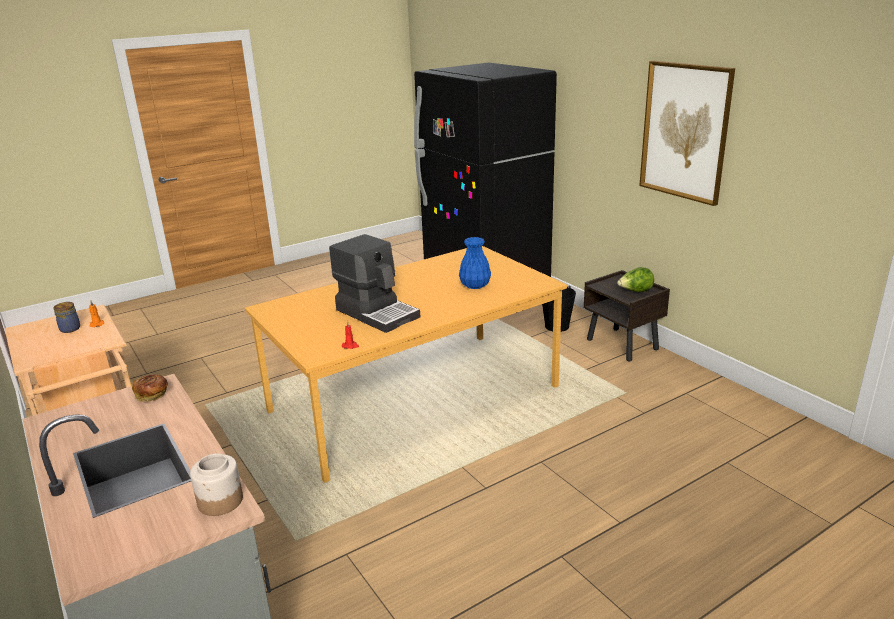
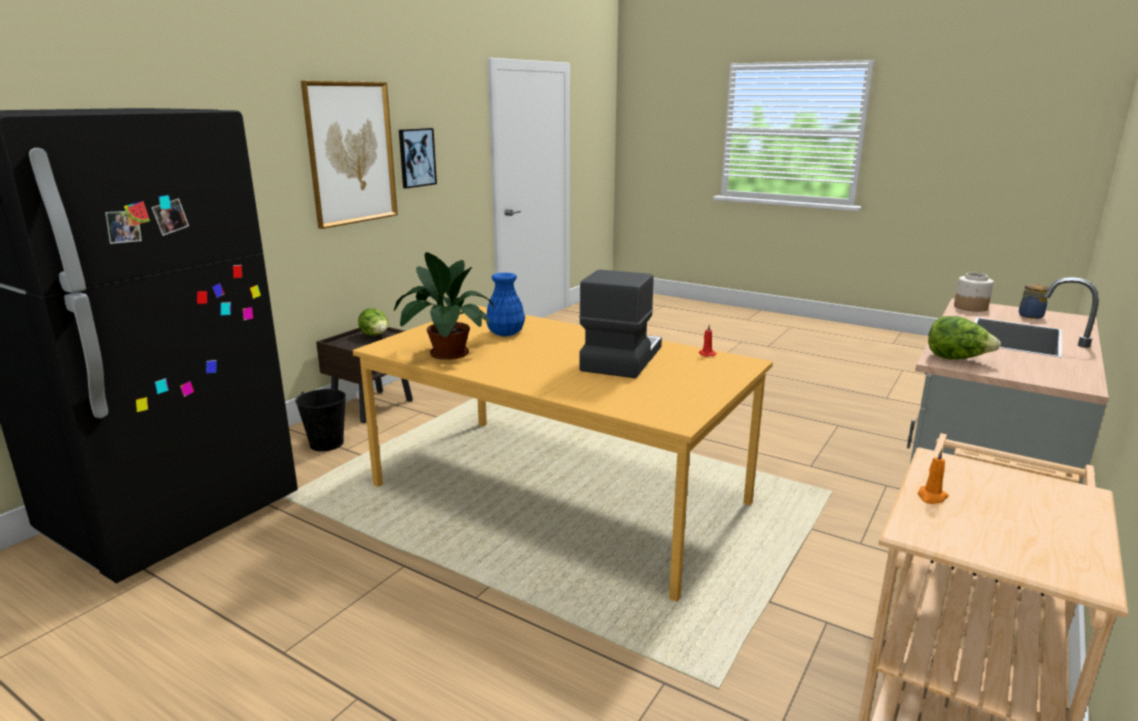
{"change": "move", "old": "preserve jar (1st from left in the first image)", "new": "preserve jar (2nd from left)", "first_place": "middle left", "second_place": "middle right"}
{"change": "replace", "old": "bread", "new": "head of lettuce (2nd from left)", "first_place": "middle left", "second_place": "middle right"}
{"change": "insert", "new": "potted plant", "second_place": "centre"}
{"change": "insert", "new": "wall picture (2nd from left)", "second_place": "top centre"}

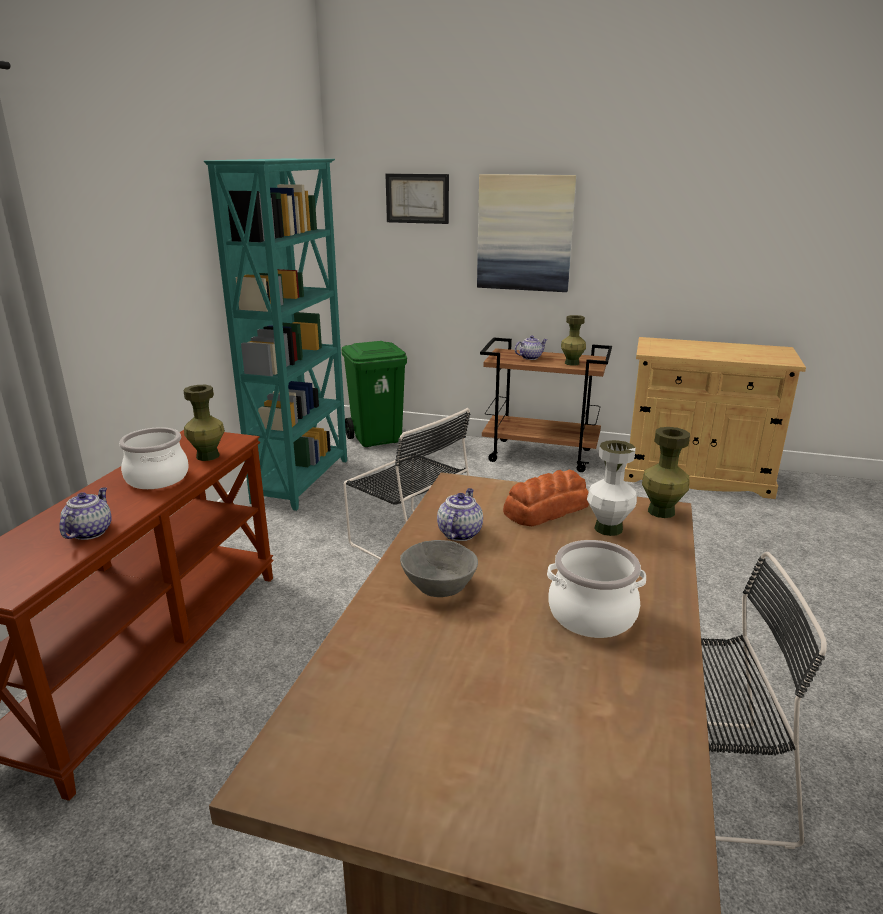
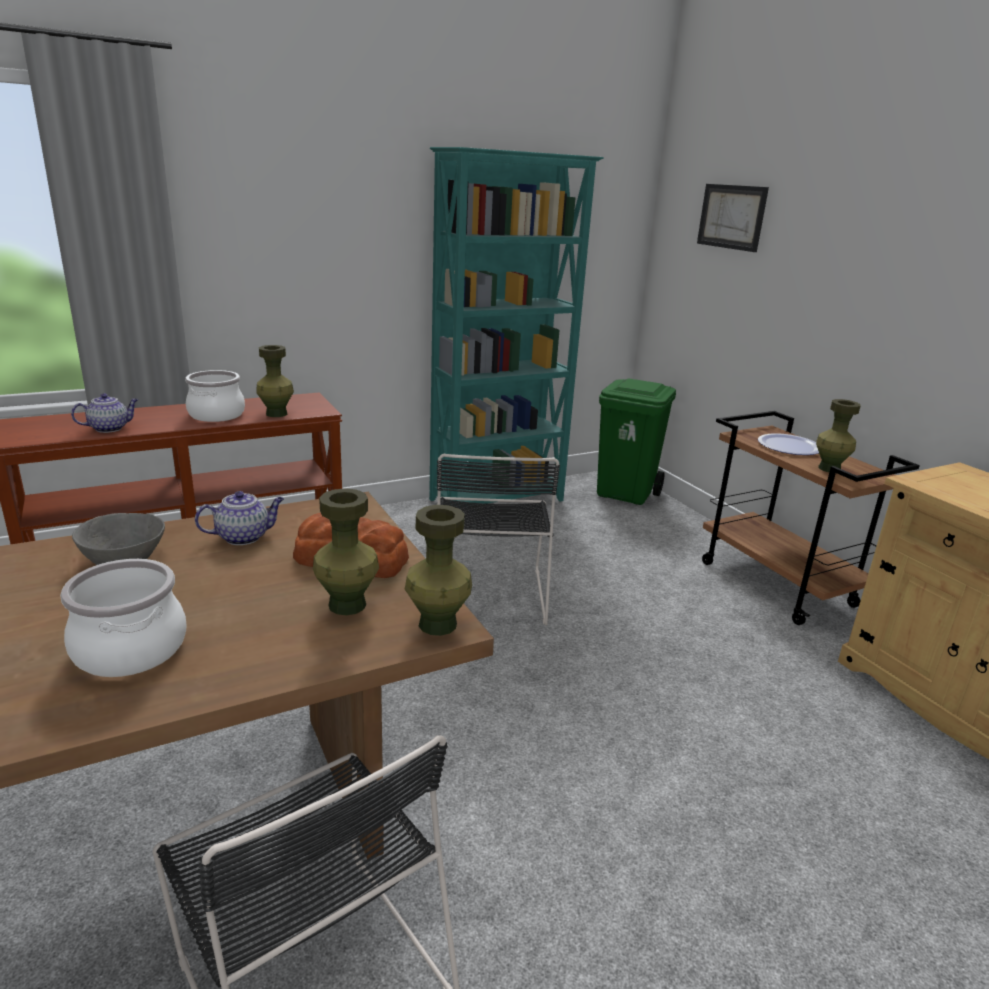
{"change": "delete", "old": "wall picture (2nd from left)", "first_place": "top centre"}
{"change": "replace", "old": "teapot (3rd from left)", "new": "flat dish", "first_place": "centre", "second_place": "middle right"}
{"change": "recolor", "old": "white vase", "new": "green vase (2nd from left)", "first_place": "middle right", "second_place": "centre"}

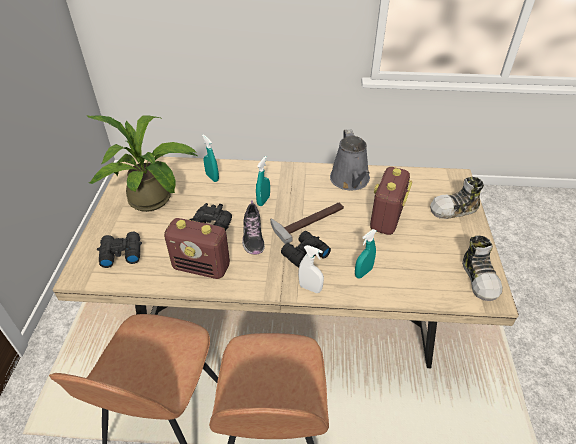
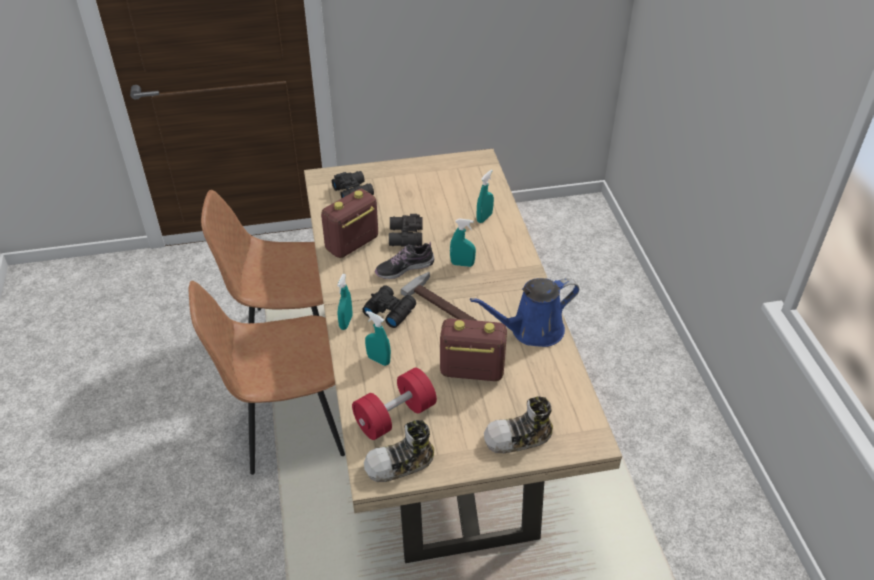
{"change": "delete", "old": "potted plant", "first_place": "middle left"}
{"change": "rotate", "old": "radio (1st from left)", "first_place": "centre", "second_place": "centre", "degrees": 45}
{"change": "recolor", "old": "white sprayer", "new": "blue-green sprayer (1st from left)", "first_place": "centre", "second_place": "centre"}
{"change": "recolor", "old": "greyish watering pot", "new": "bluish watering pot", "first_place": "centre", "second_place": "centre"}
{"change": "rotate", "old": "item of footwear (2nd from left in the first image)", "first_place": "middle right", "second_place": "bottom centre", "degrees": -75}
{"change": "insert", "new": "red-coloured dumbbell", "second_place": "bottom centre"}

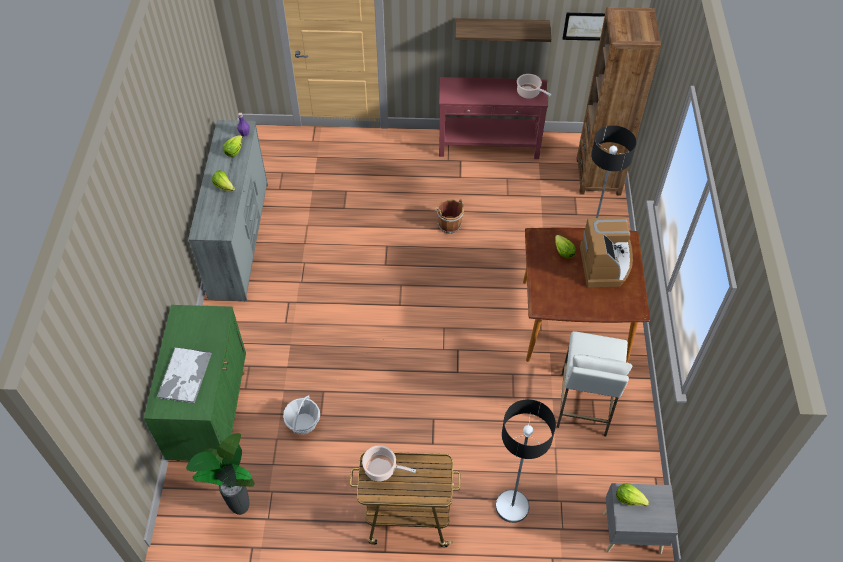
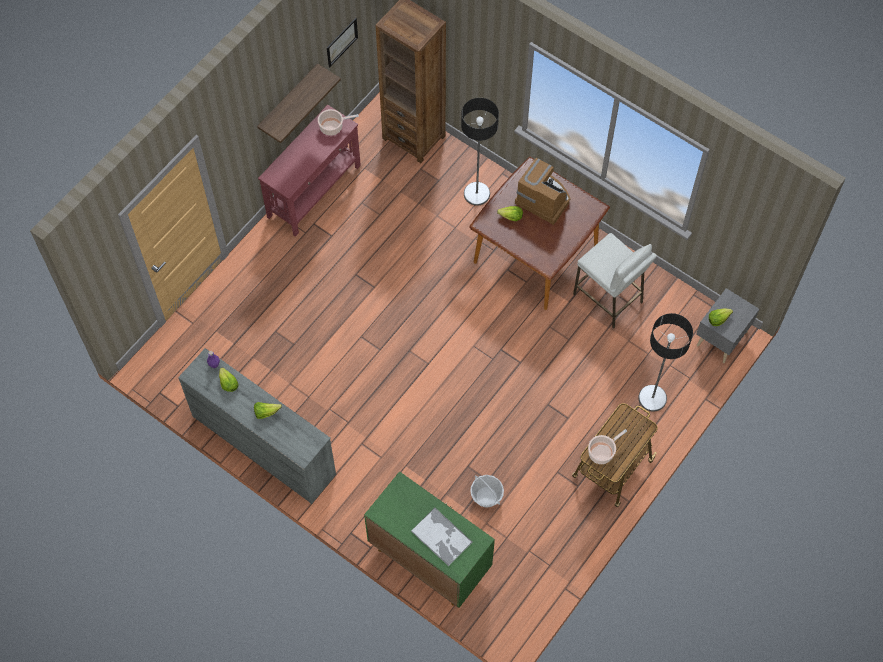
{"change": "delete", "old": "potted plant", "first_place": "bottom left"}
{"change": "delete", "old": "brown-coloured pail", "first_place": "centre"}

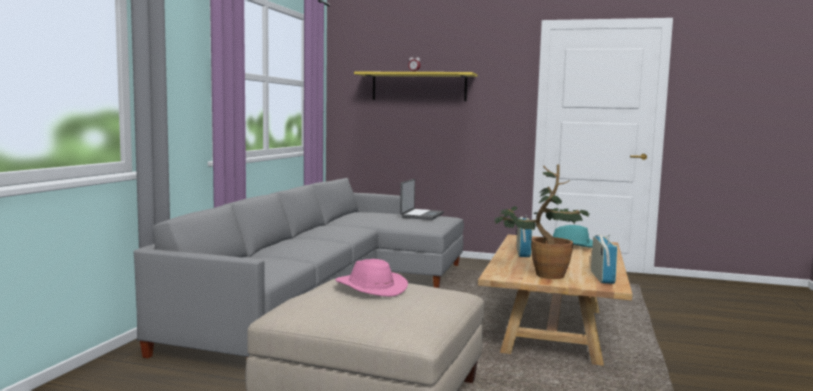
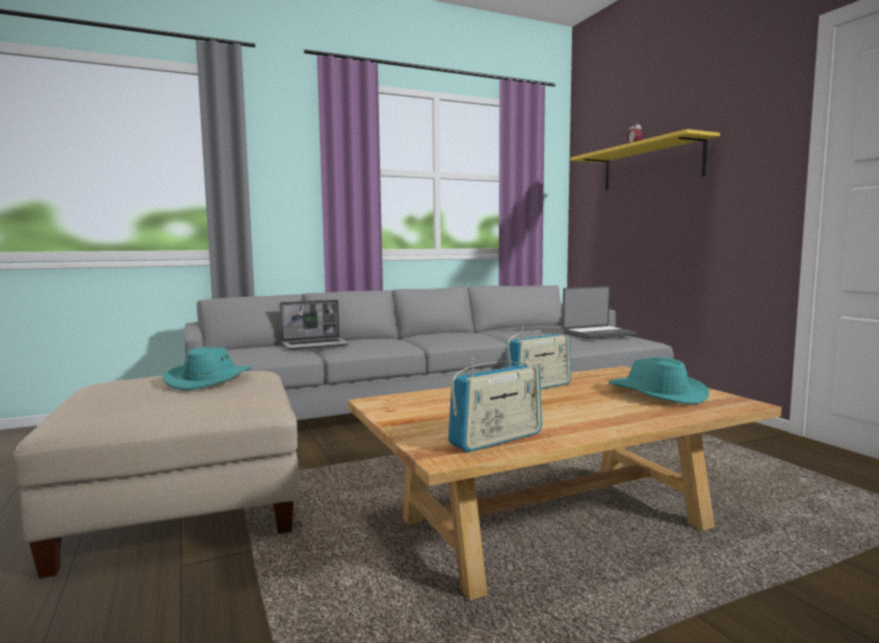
{"change": "recolor", "old": "pink clothing hat", "new": "blue-green clothing hat (1st from left)", "first_place": "bottom centre", "second_place": "middle left"}
{"change": "delete", "old": "potted plant", "first_place": "middle right"}
{"change": "insert", "new": "portable computer (1st from left)", "second_place": "centre"}

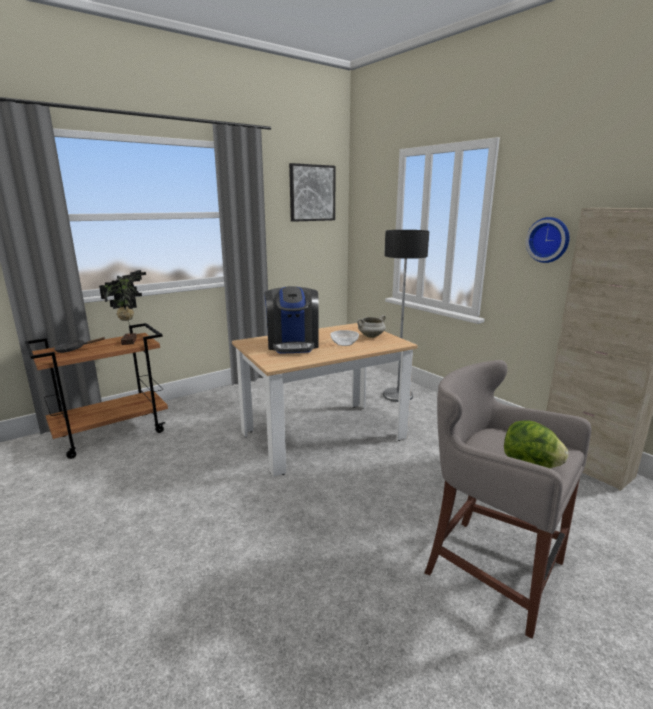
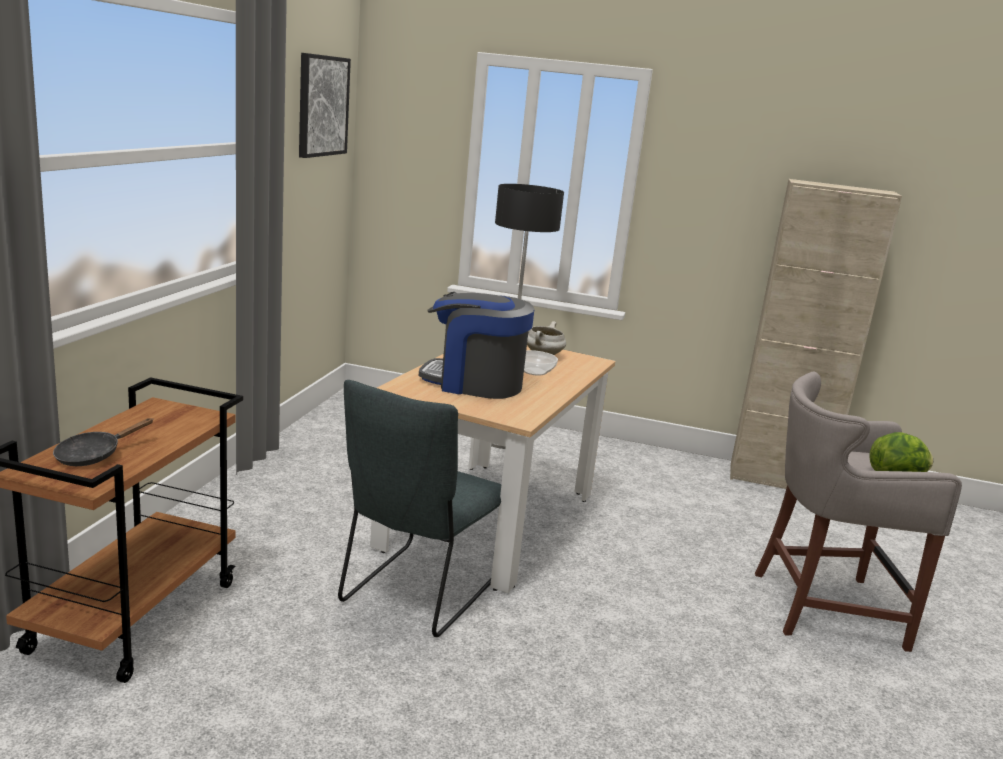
{"change": "delete", "old": "potted plant", "first_place": "middle left"}
{"change": "rotate", "old": "coffee machine", "first_place": "centre", "second_place": "centre", "degrees": 150}
{"change": "delete", "old": "hanging clock", "first_place": "middle right"}
{"change": "insert", "new": "greyish chair", "second_place": "bottom centre"}

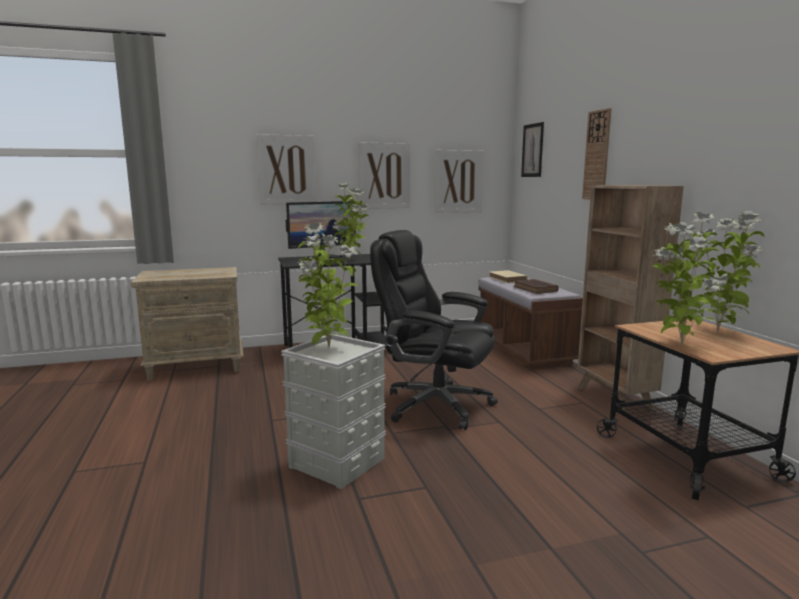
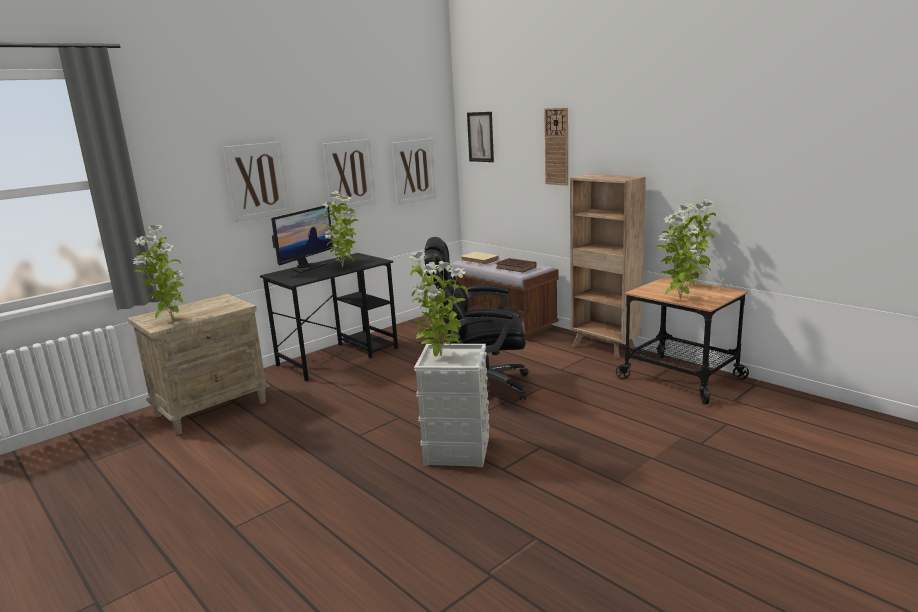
{"change": "insert", "new": "potted plant (1st from left)", "second_place": "middle left"}

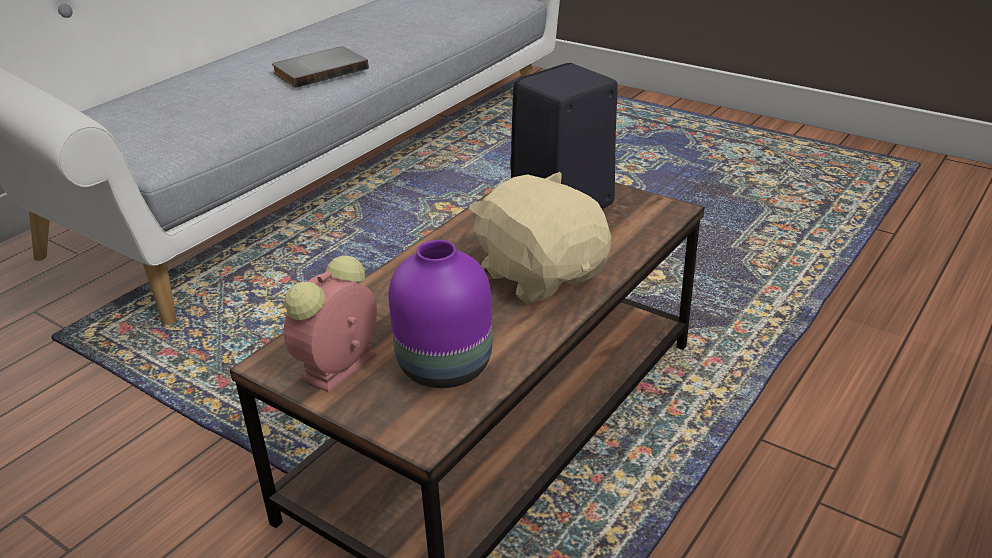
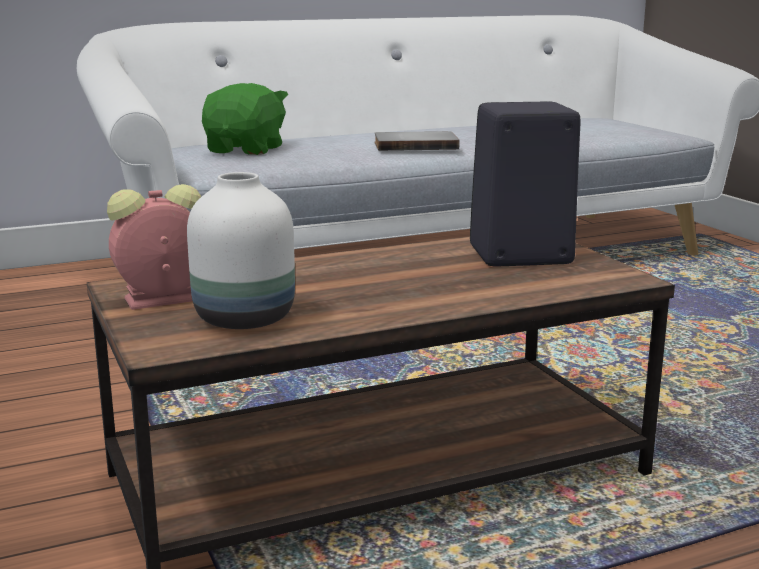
{"change": "recolor", "old": "purple-coloured vase", "new": "white vase", "first_place": "centre", "second_place": "middle left"}
{"change": "delete", "old": "beige soft toy", "first_place": "centre"}
{"change": "insert", "new": "green soft toy", "second_place": "top left"}

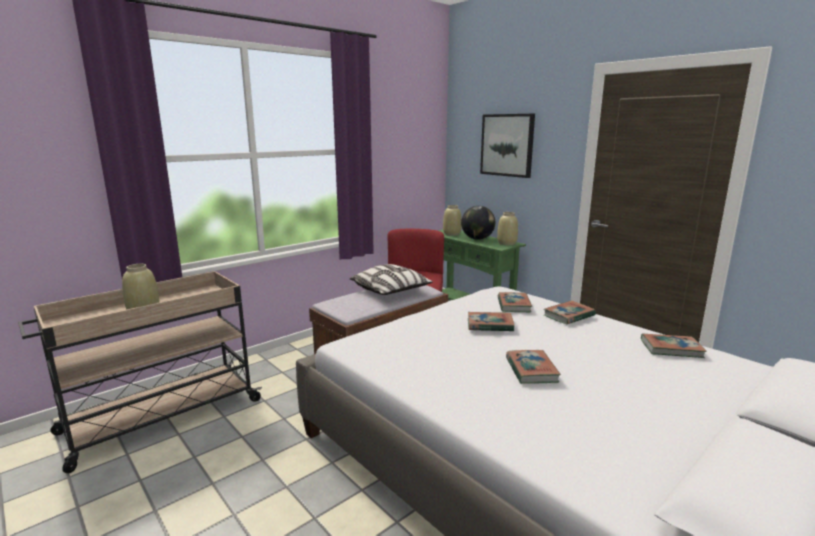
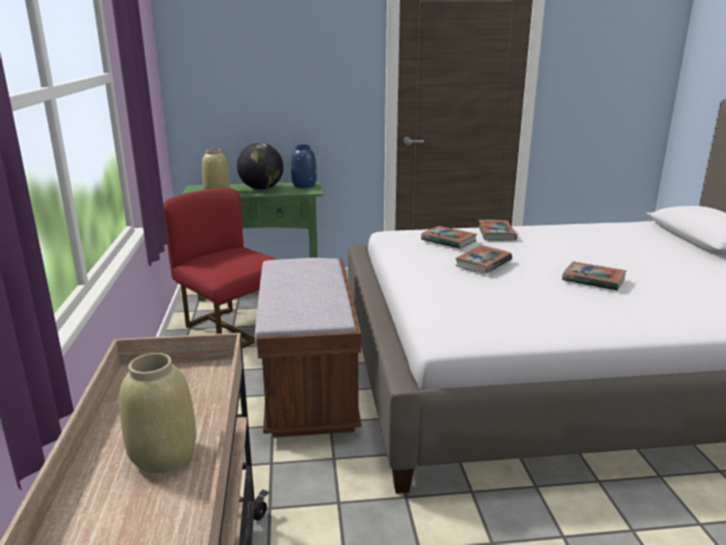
{"change": "delete", "old": "cushion", "first_place": "centre"}
{"change": "delete", "old": "wall picture", "first_place": "top centre"}
{"change": "recolor", "old": "beige vase (3rd from left)", "new": "bluish vase", "first_place": "centre", "second_place": "top centre"}
{"change": "delete", "old": "bound book (5th from left)", "first_place": "middle right"}

